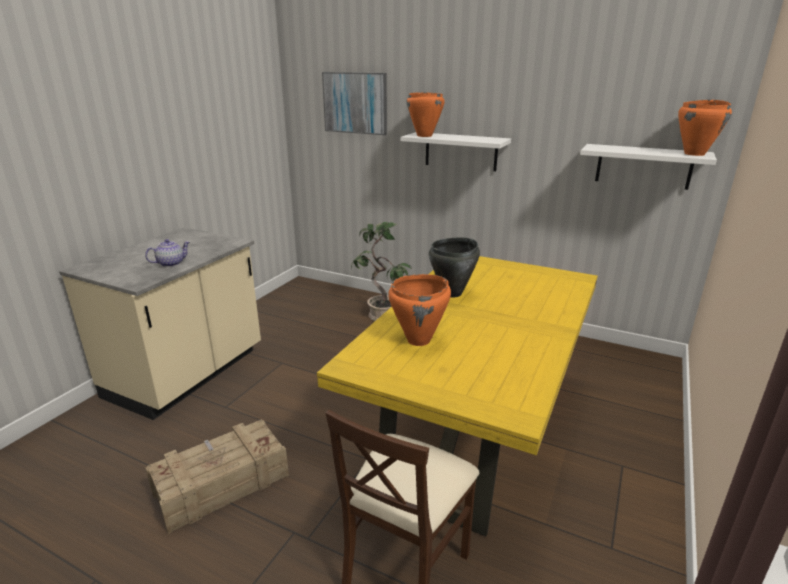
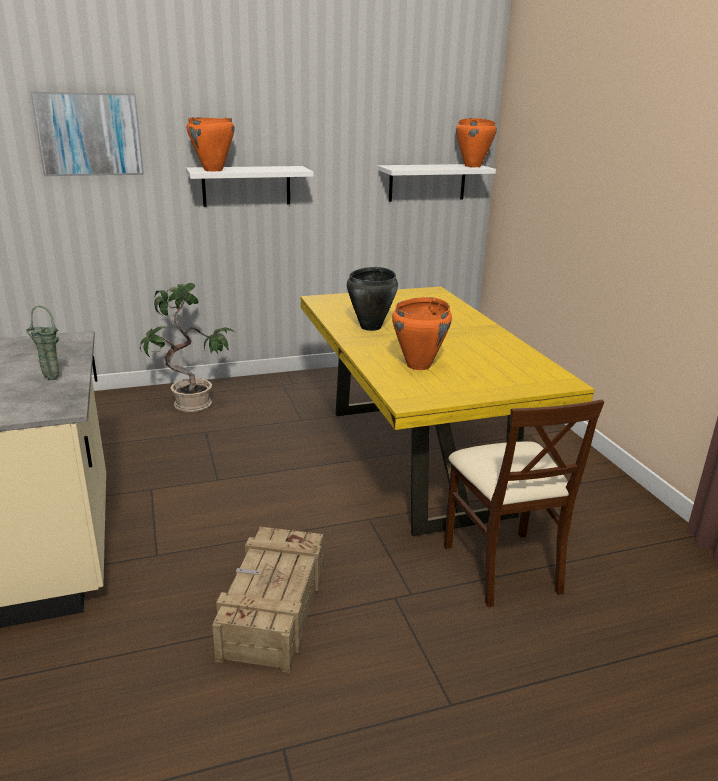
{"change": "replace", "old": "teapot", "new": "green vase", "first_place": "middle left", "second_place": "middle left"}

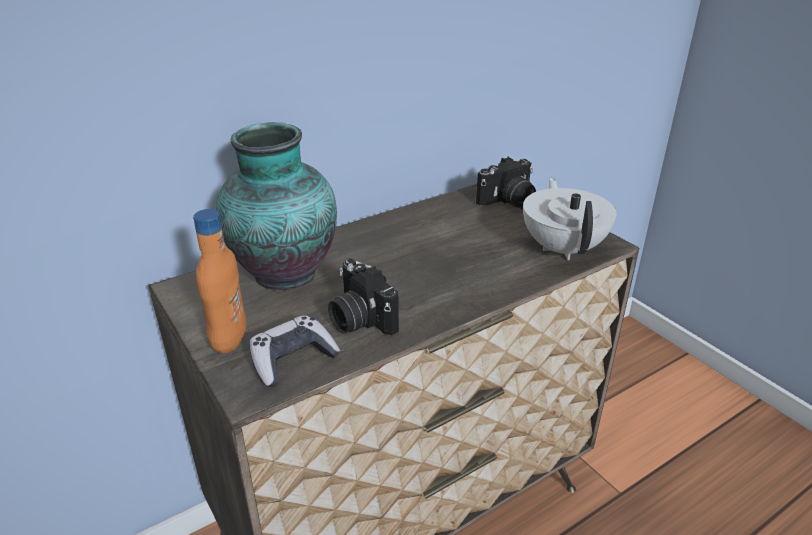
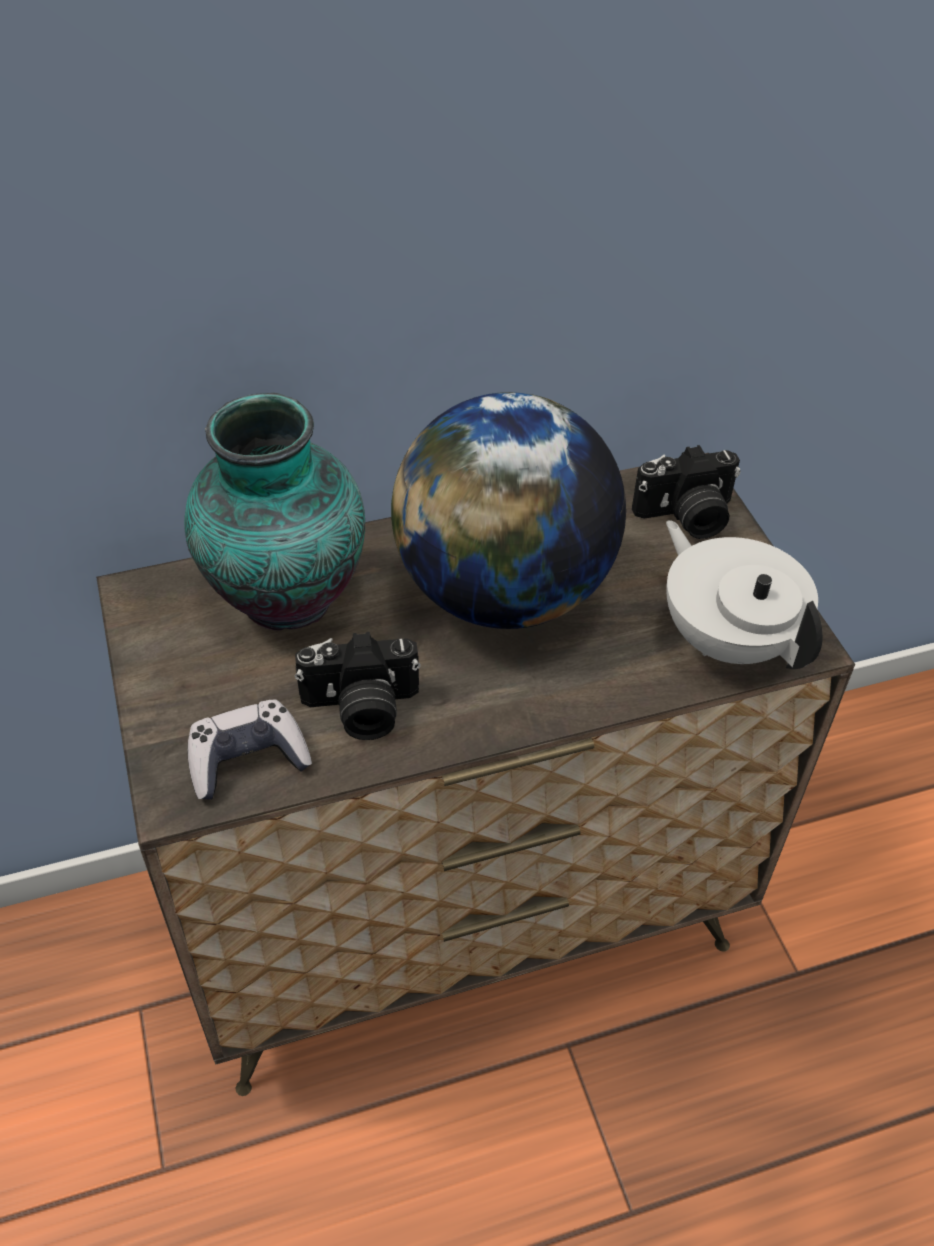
{"change": "delete", "old": "orange-coloured bottle", "first_place": "middle left"}
{"change": "rotate", "old": "photo camera (1st from left)", "first_place": "centre", "second_place": "centre", "degrees": -75}
{"change": "rotate", "old": "white teapot", "first_place": "middle right", "second_place": "middle right", "degrees": -45}
{"change": "insert", "new": "globe", "second_place": "centre"}

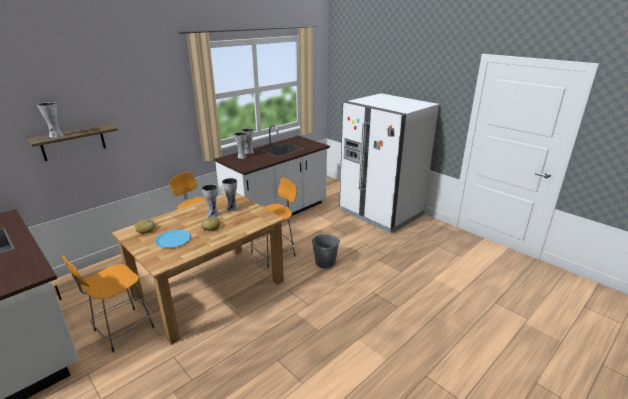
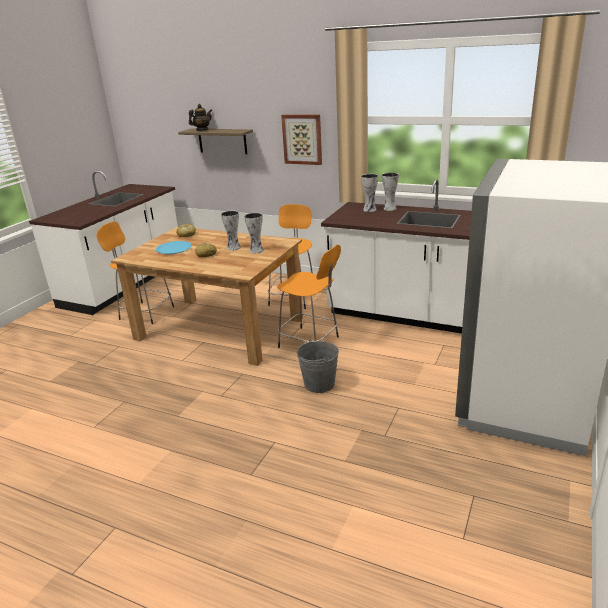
{"change": "replace", "old": "vase (1st from left)", "new": "teapot", "first_place": "top left", "second_place": "top left"}
{"change": "insert", "new": "wall picture", "second_place": "top centre"}

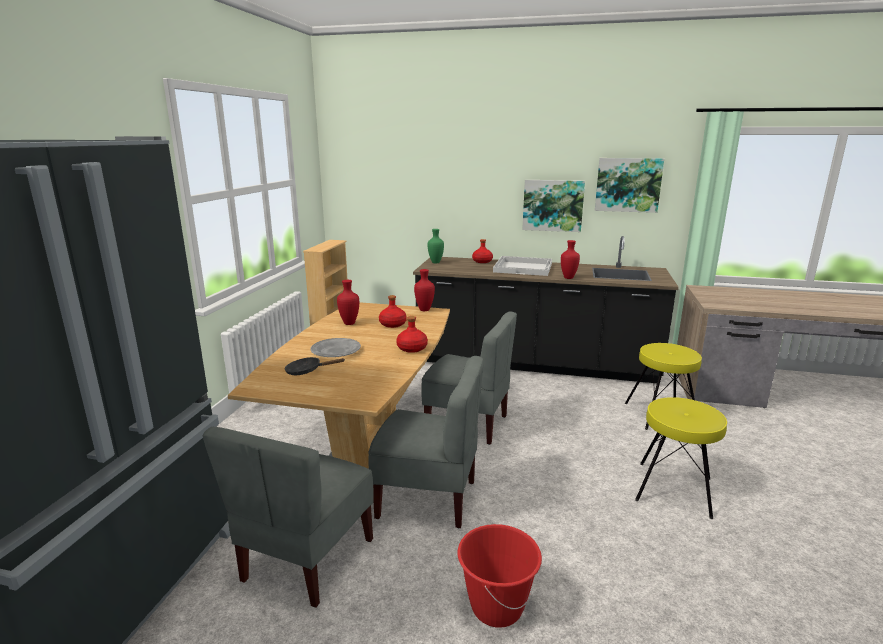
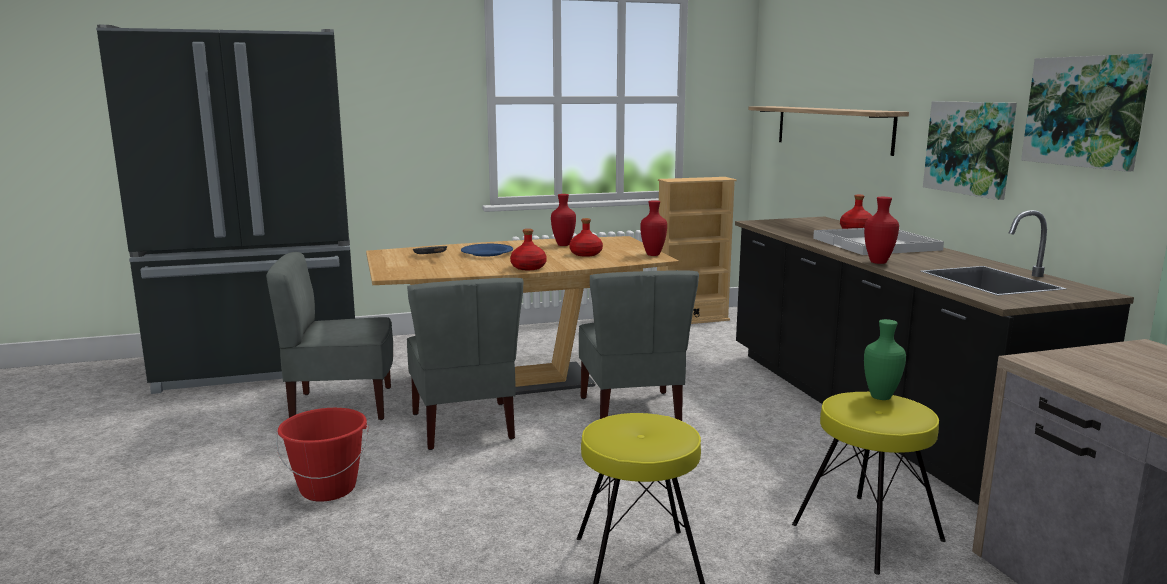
{"change": "recolor", "old": "greyish flat dish", "new": "bluish flat dish", "first_place": "centre", "second_place": "centre"}
{"change": "move", "old": "green vase", "first_place": "centre", "second_place": "middle right"}
{"change": "insert", "new": "shelf", "second_place": "top right"}

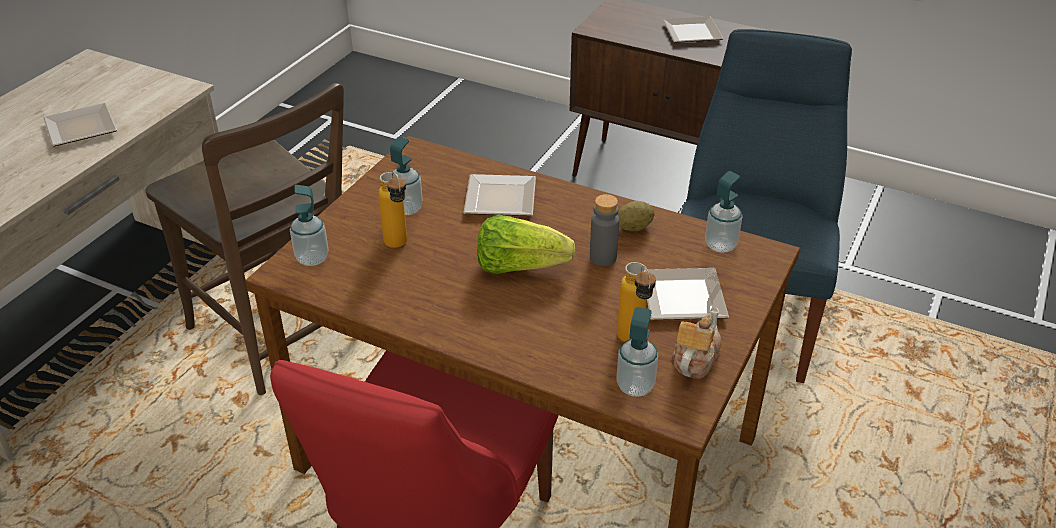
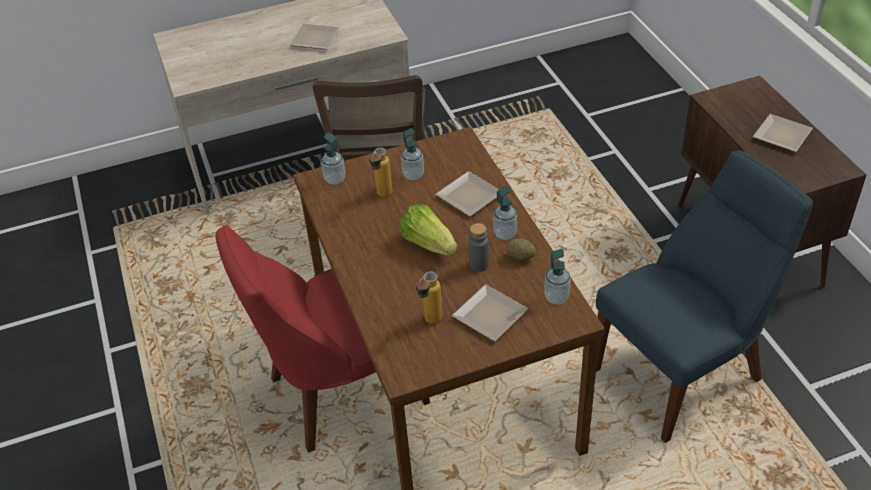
{"change": "move", "old": "soap dispenser (3rd from left)", "first_place": "bottom centre", "second_place": "centre"}
{"change": "delete", "old": "teapot", "first_place": "centre"}

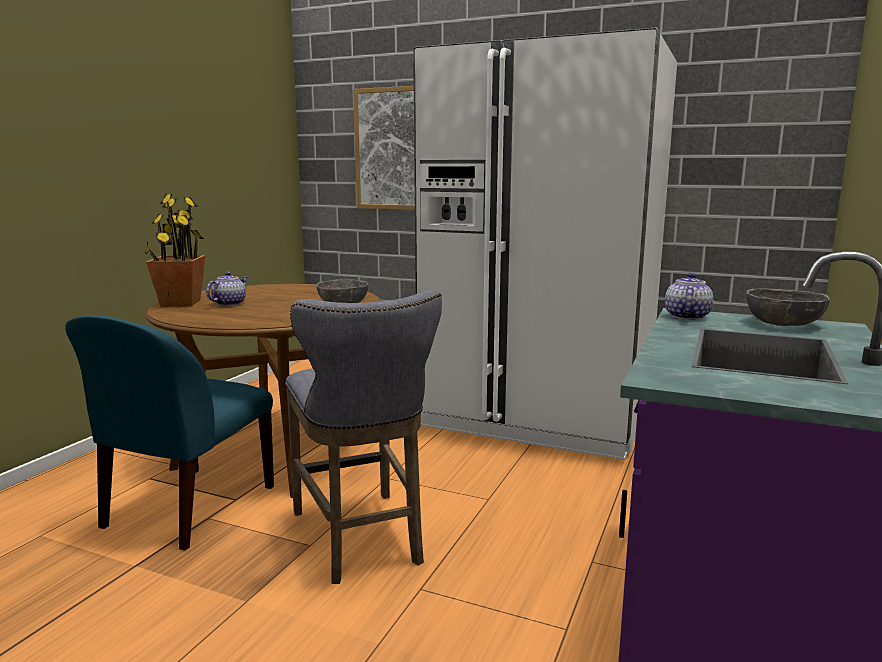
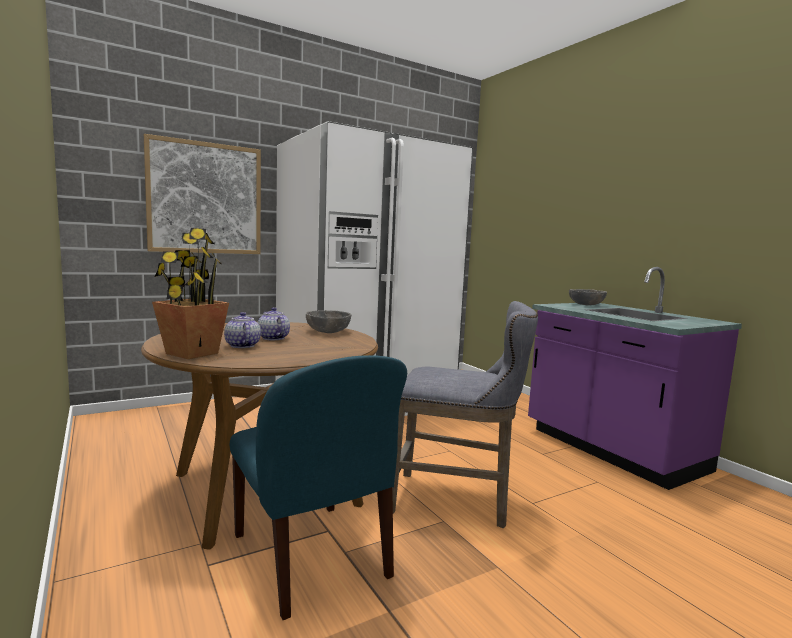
{"change": "move", "old": "teapot (2nd from left)", "first_place": "middle right", "second_place": "centre"}

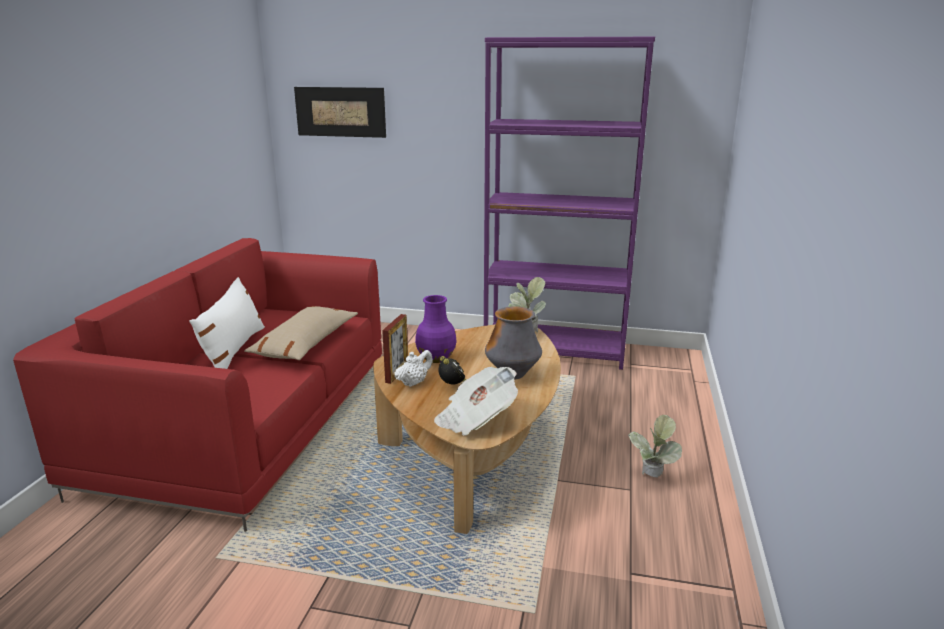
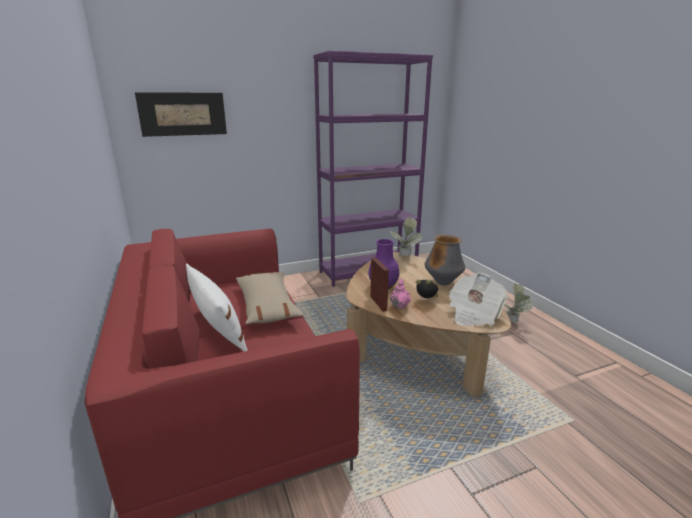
{"change": "recolor", "old": "white teapot", "new": "pink teapot", "first_place": "centre", "second_place": "centre"}

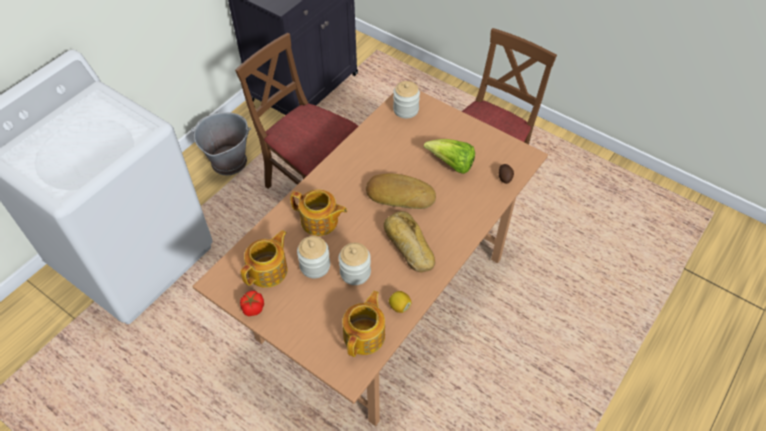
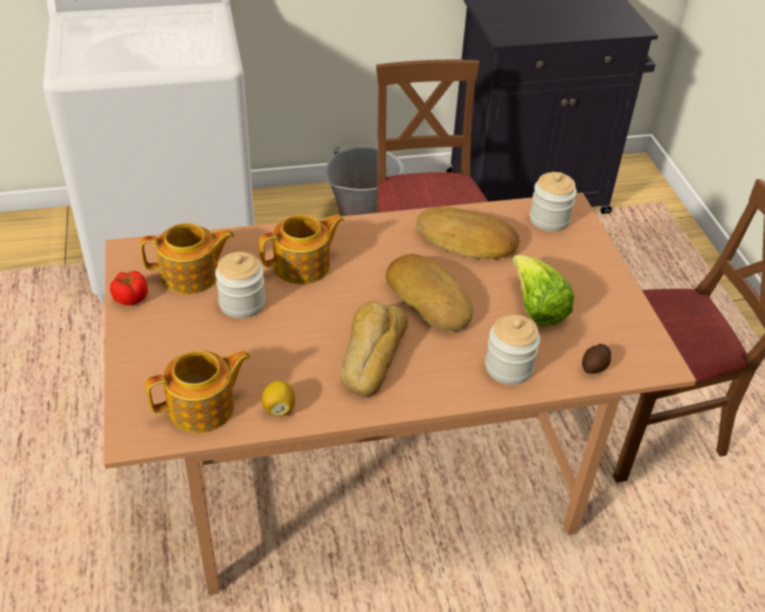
{"change": "rotate", "old": "teapot (2nd from left in the first image)", "first_place": "centre", "second_place": "centre", "degrees": -90}
{"change": "move", "old": "preserve jar (2nd from left)", "first_place": "centre", "second_place": "middle right"}
{"change": "insert", "new": "bread (3rd from left)", "second_place": "centre"}

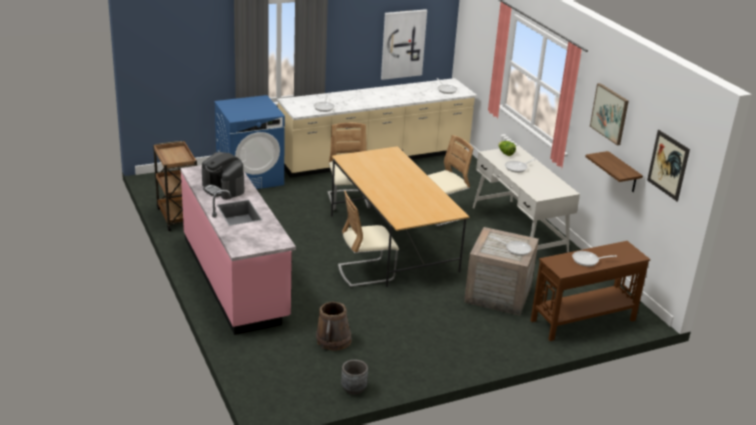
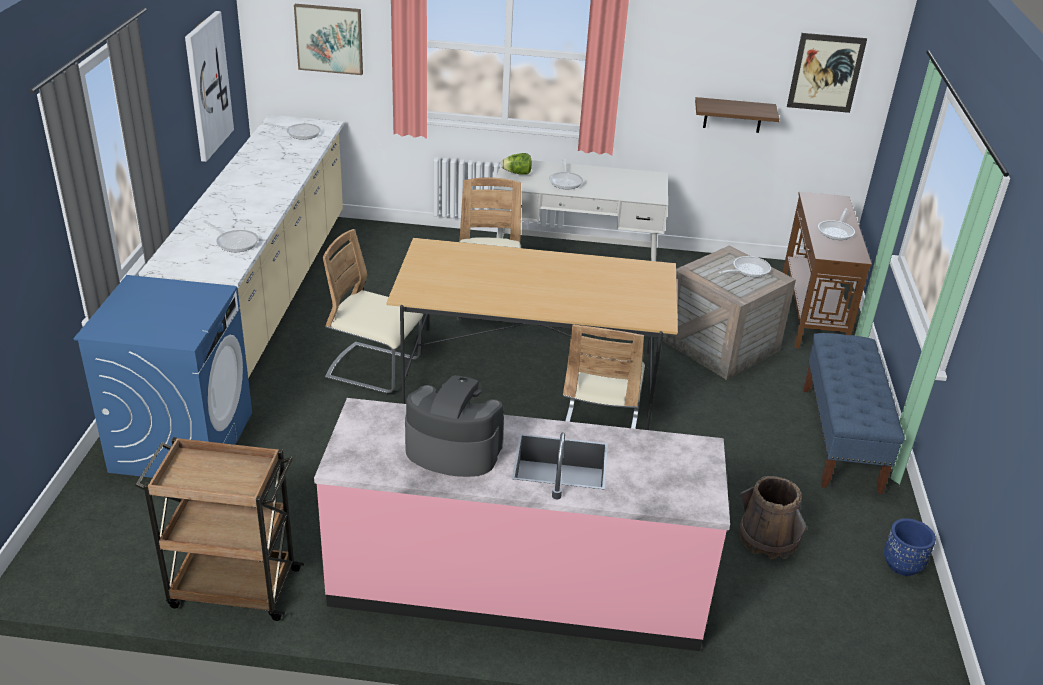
{"change": "rotate", "old": "coffee machine", "first_place": "middle left", "second_place": "centre", "degrees": -150}
{"change": "recolor", "old": "greyish flower pot", "new": "bluish flower pot", "first_place": "bottom centre", "second_place": "bottom right"}
{"change": "move", "old": "wall picture (2nd from left)", "first_place": "top right", "second_place": "top left"}
{"change": "insert", "new": "bluish bench", "second_place": "middle right"}

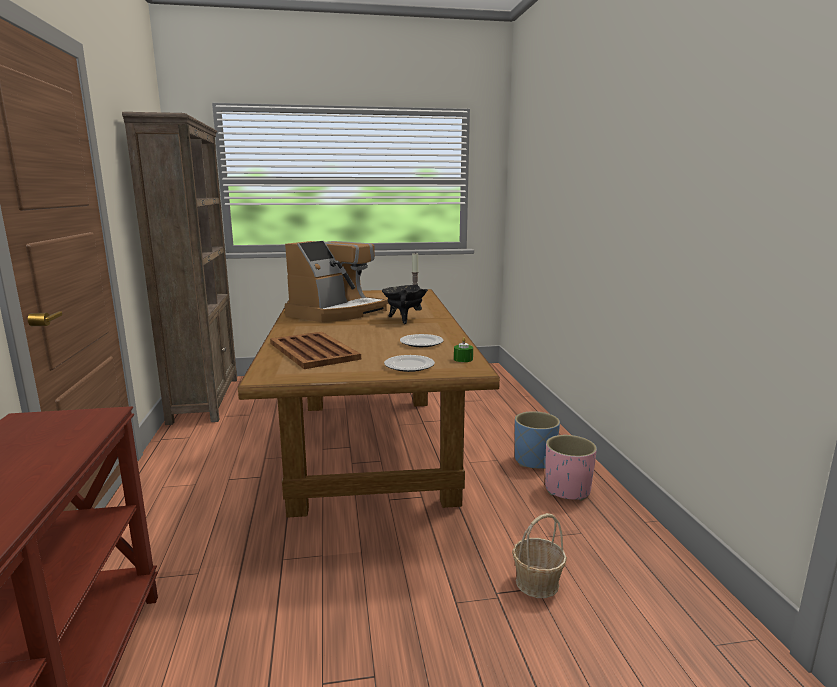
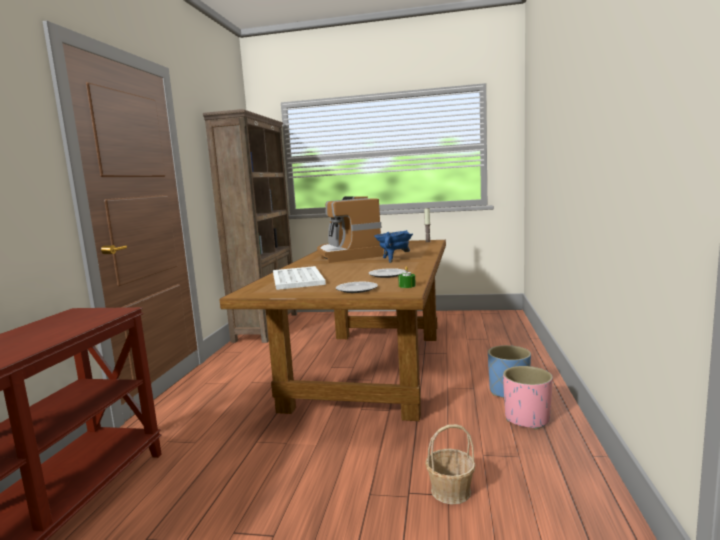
{"change": "recolor", "old": "brown-coloured carrying tray", "new": "white carrying tray", "first_place": "centre", "second_place": "centre"}
{"change": "rotate", "old": "coffee machine", "first_place": "centre", "second_place": "centre", "degrees": 105}
{"change": "recolor", "old": "black cooking pot", "new": "bluish cooking pot", "first_place": "centre", "second_place": "centre"}

